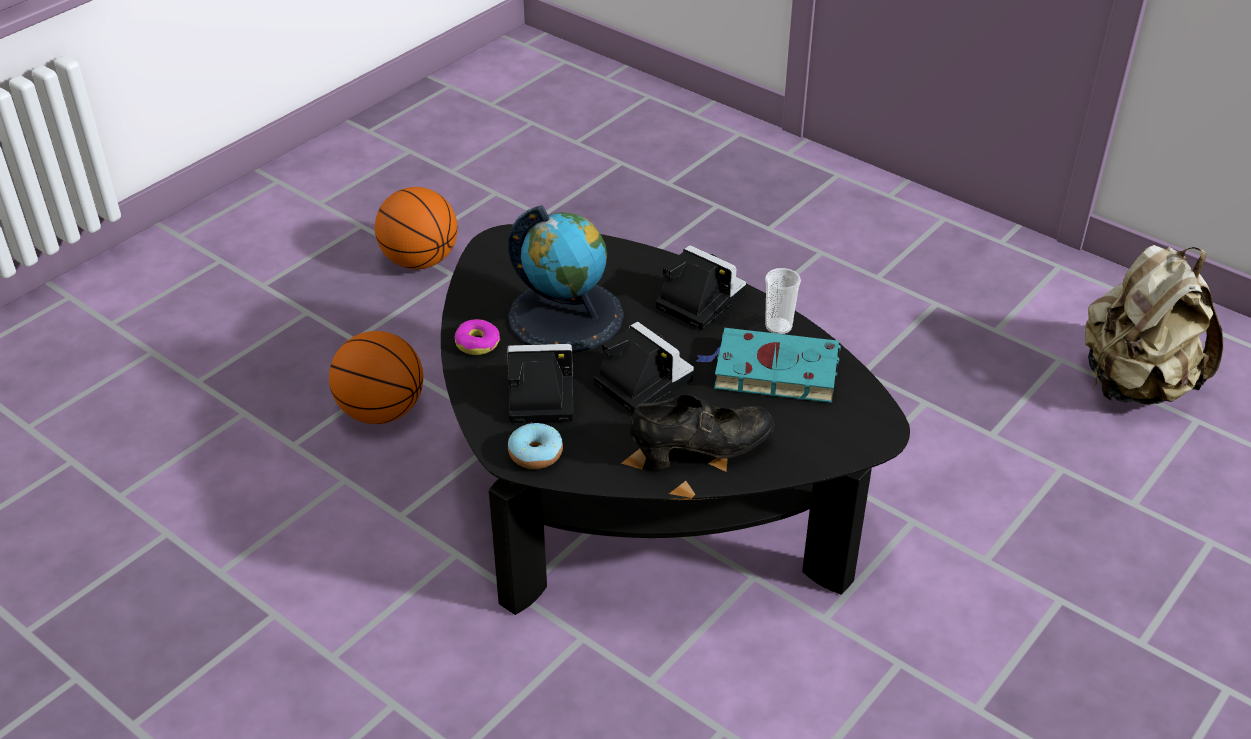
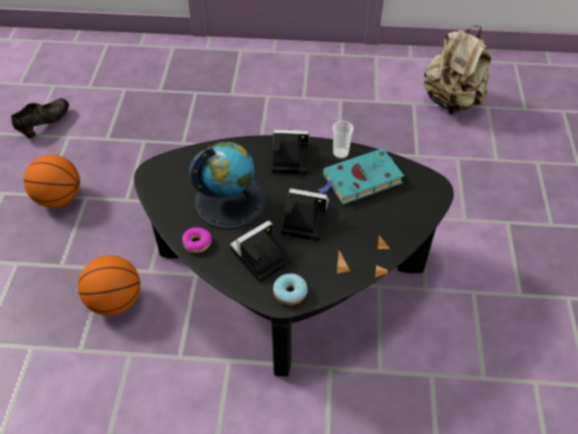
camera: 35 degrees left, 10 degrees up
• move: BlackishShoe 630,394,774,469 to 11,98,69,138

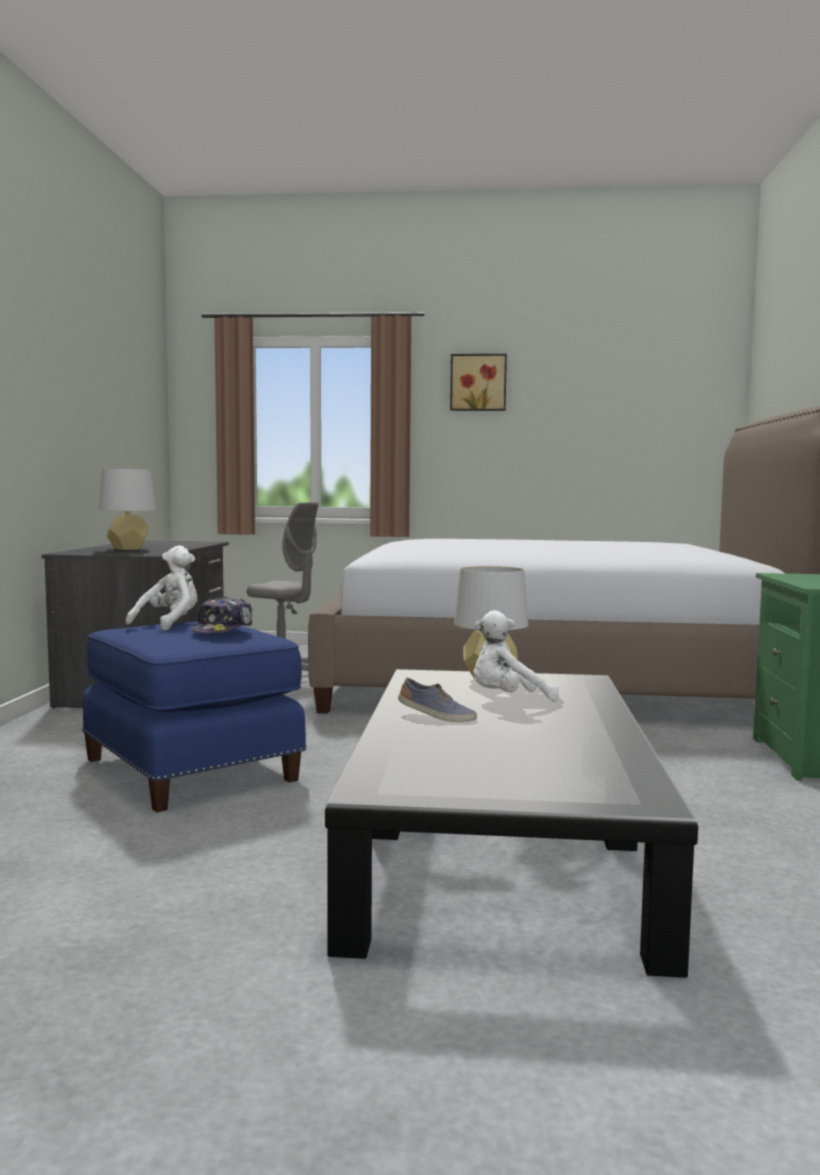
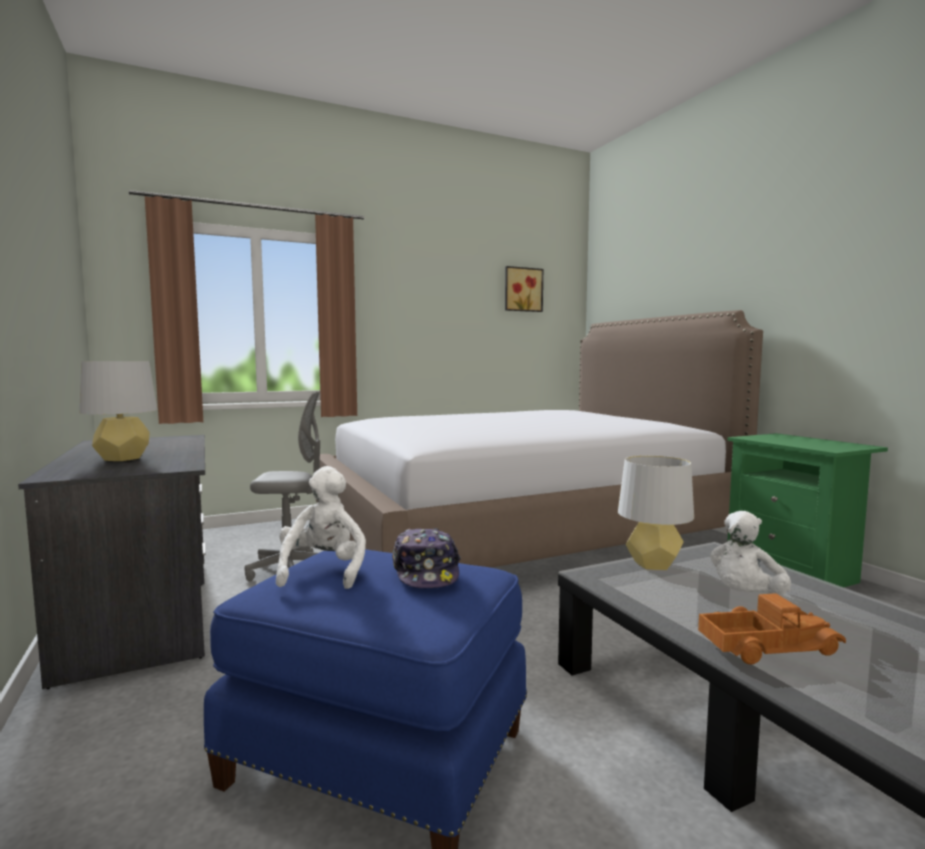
camera: 30 degrees left, 0 degrees up
• replace: Shoe 398,678,477,722 to ToyTruck 698,593,846,664
• move: Picture 450,354,507,411 to 505,266,543,312

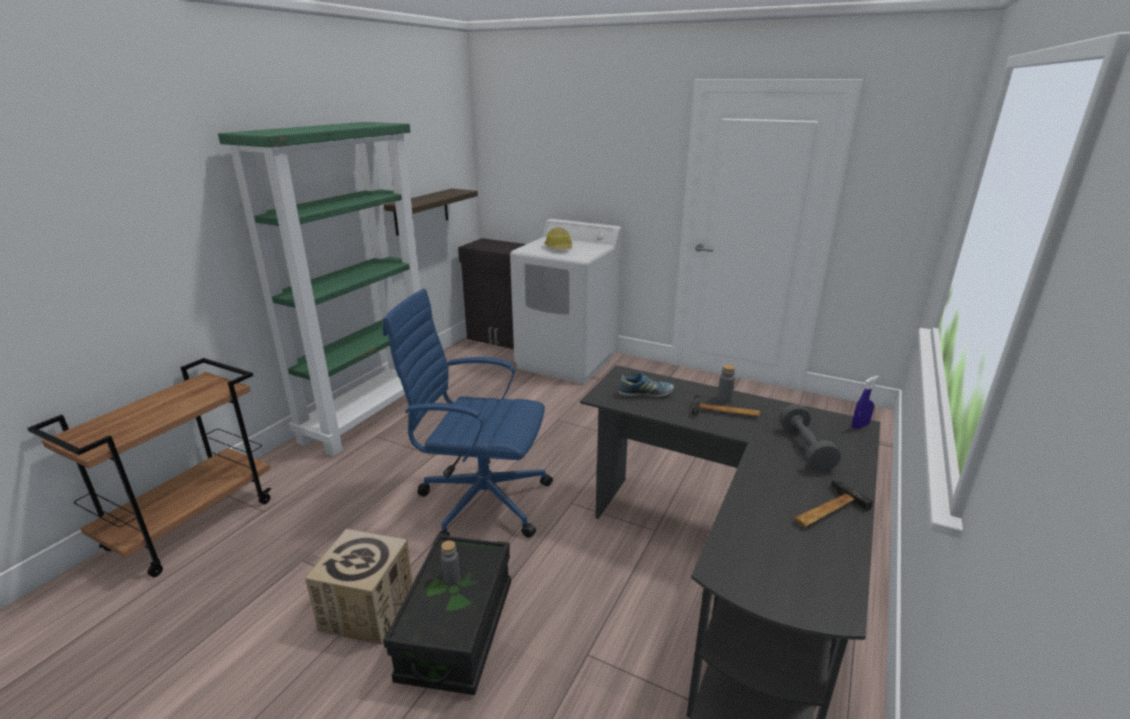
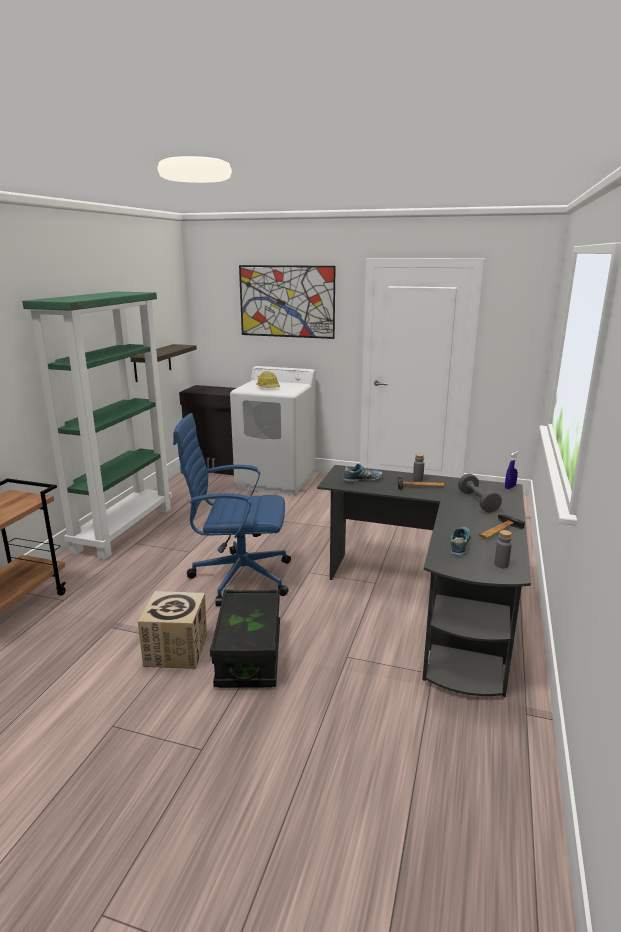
camera: 10 degrees left, 5 degrees down
• move: GreyishBeverageBottle 441,540,460,584 to 494,530,512,568
• insert: Picture 239,265,336,339
• insert: Shoe 450,527,471,556

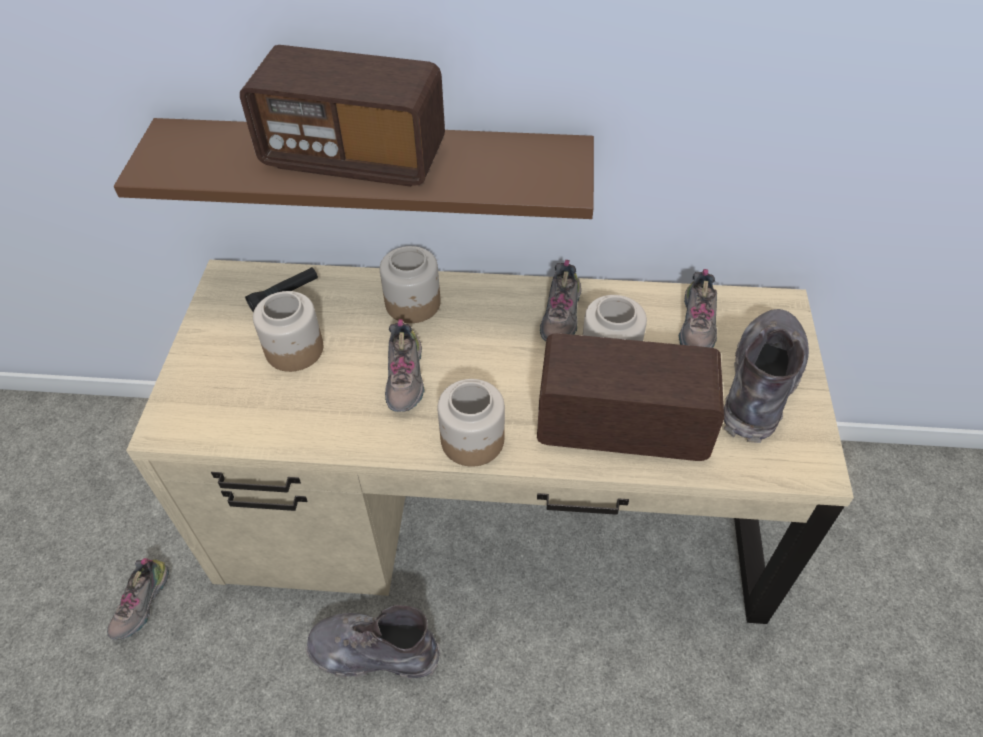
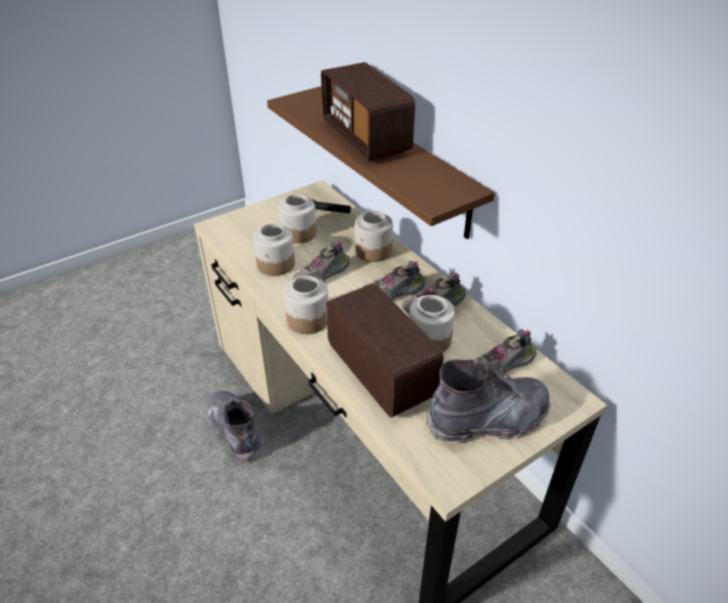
camera: 50 degrees right, 10 degrees down
• move: Shoe 107,558,169,640 to 362,261,426,300
• insert: Jar 253,223,295,276

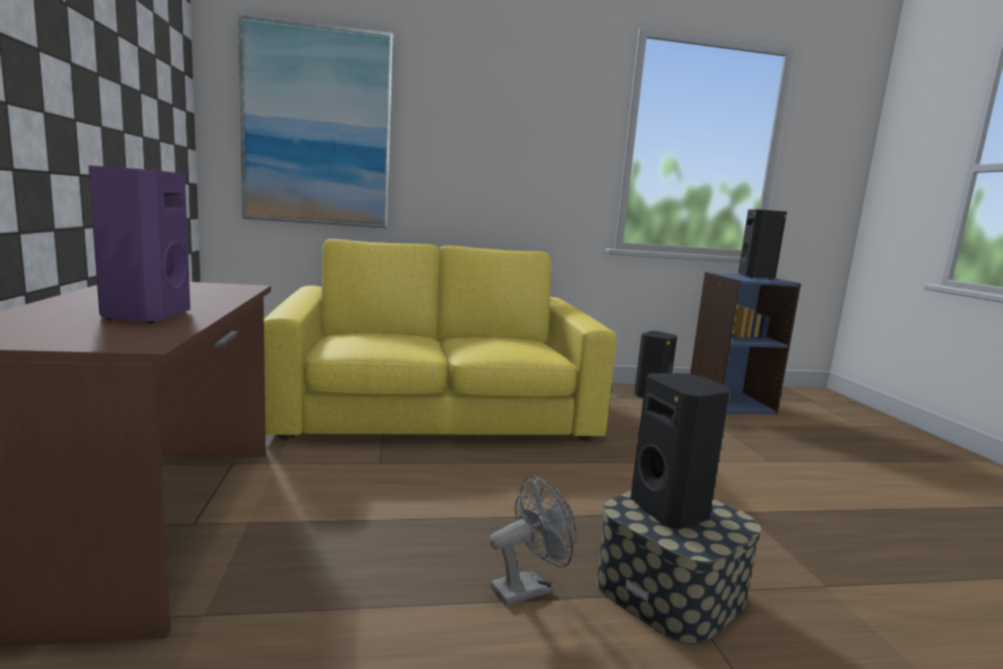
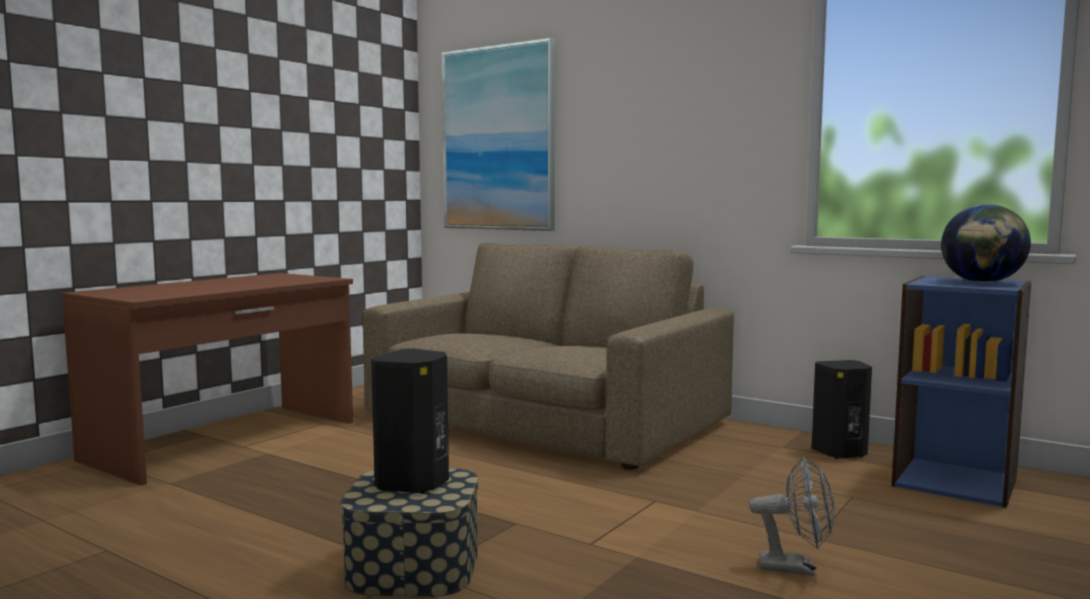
camera: 45 degrees right, 5 degrees down
• delete: PurplishAudioSpeaker 88,165,190,323
• recolor: YellowCouch 264,239,617,440 to BrownishCouch 363,243,734,470
• move: GreyishCoolingFan 489,475,576,606 to 749,456,835,576
• replace: BlackishAudioSpeaker 738,209,787,280 to WorldGlobe 941,204,1031,283

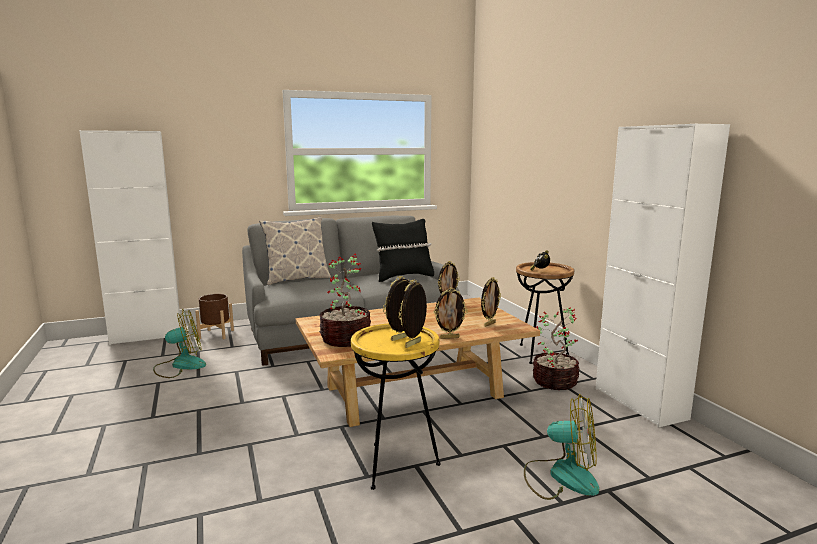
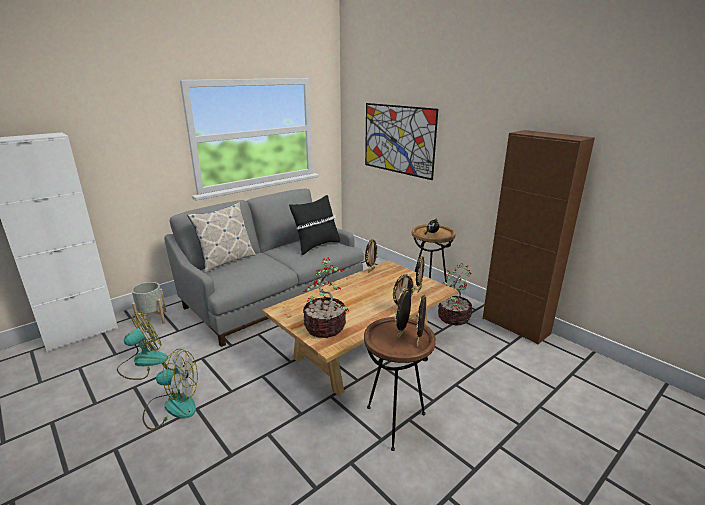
camera: 20 degrees left, 10 degrees up
• recolor: BrownishPlanter 195,294,234,339 to GreyishPlanter 132,282,167,328
• recolor: YellowSideTable 351,324,441,490 to BrownishSideTable 364,317,436,451
• move: CoolingFan 524,394,599,500 to 142,349,198,430
• recolor: WhitishStorageCabinet 596,124,730,427 to BrownishStorageCabinet 483,130,595,345
• insert: Picture 365,103,438,180

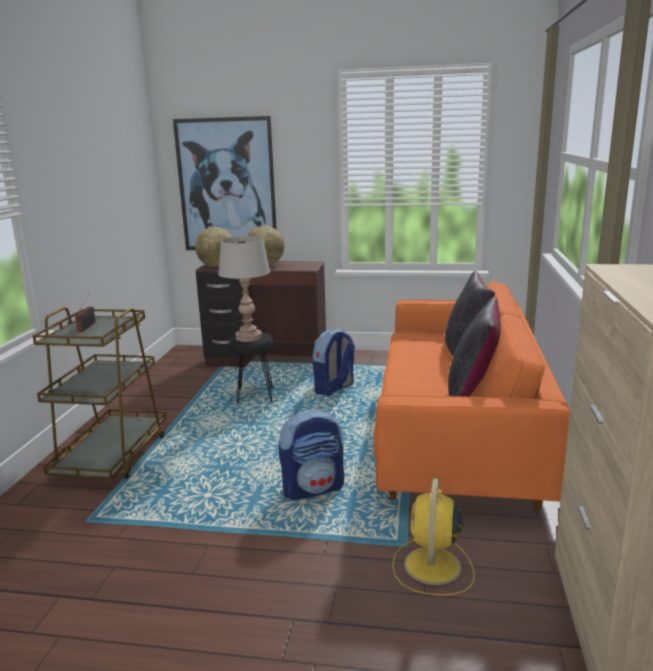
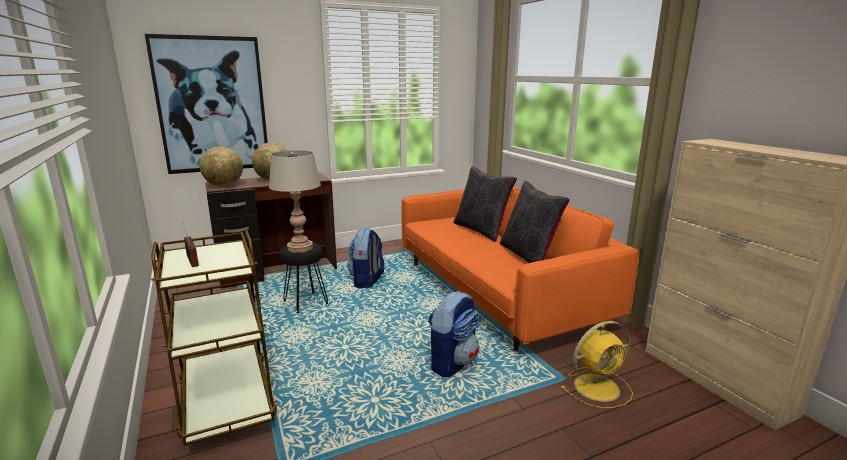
camera: 35 degrees left, 0 degrees up
• rotate: YellowCoolingFan 392,477,475,596 = 561,321,633,408 90 degrees counterclockwise

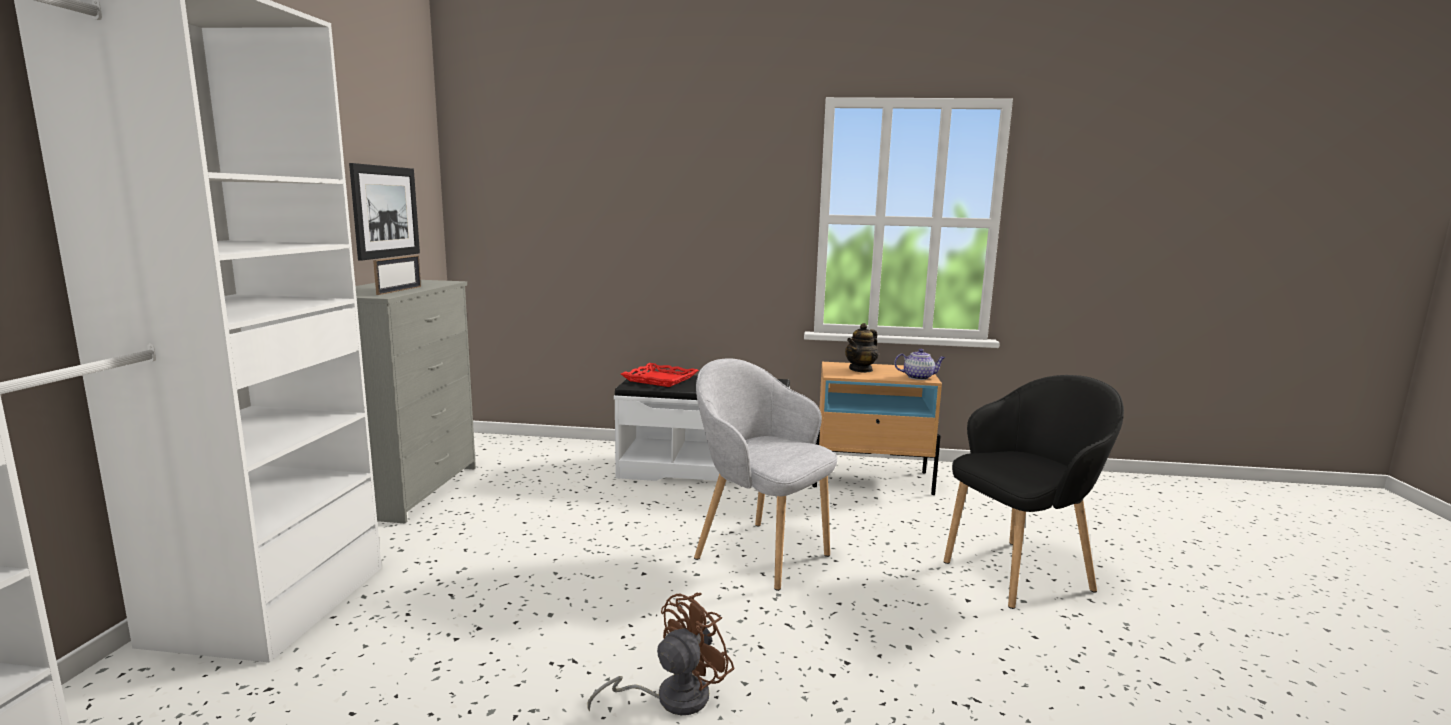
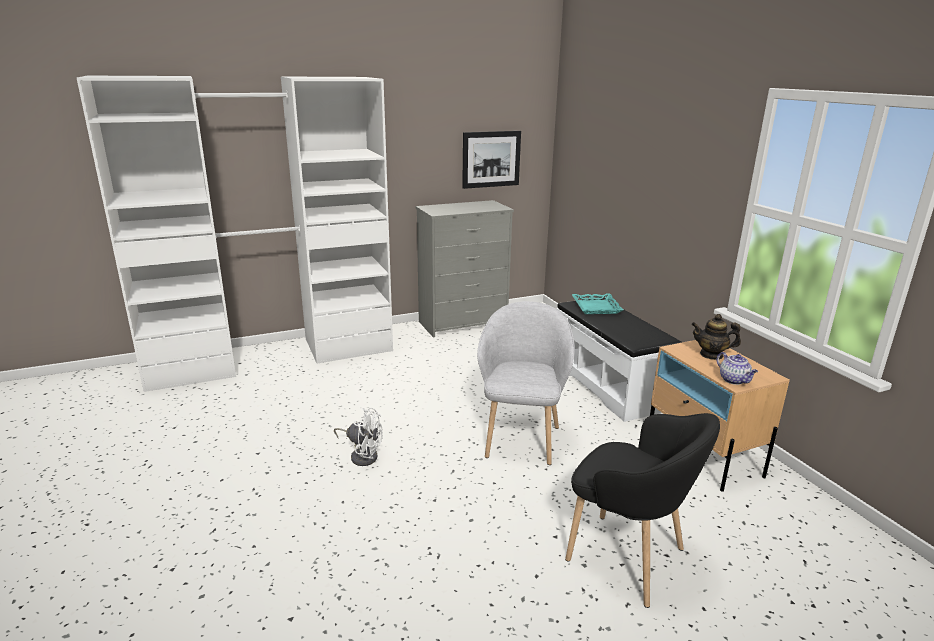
camera: 60 degrees right, 10 degrees up
• delete: StandingFrame 373,255,421,295
• recolor: BrownishCoolingFan 587,593,735,715 to WhitishCoolingFan 334,408,383,466
• recolor: RedCarryingTray 621,363,699,387 to TurquoiseCarryingTray 572,294,623,314

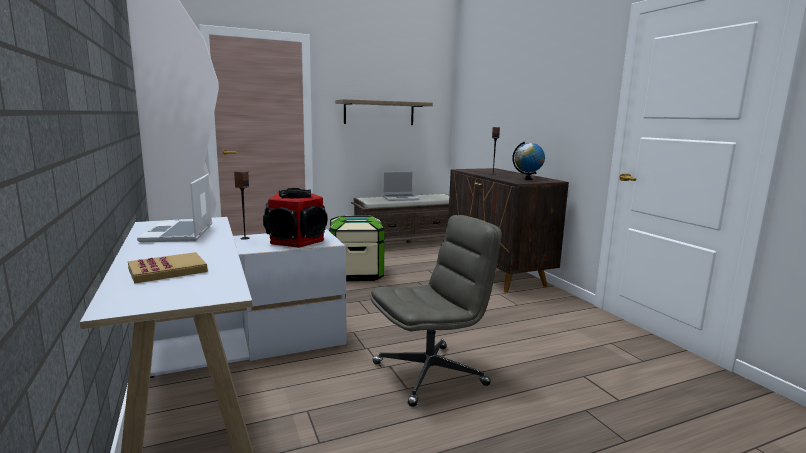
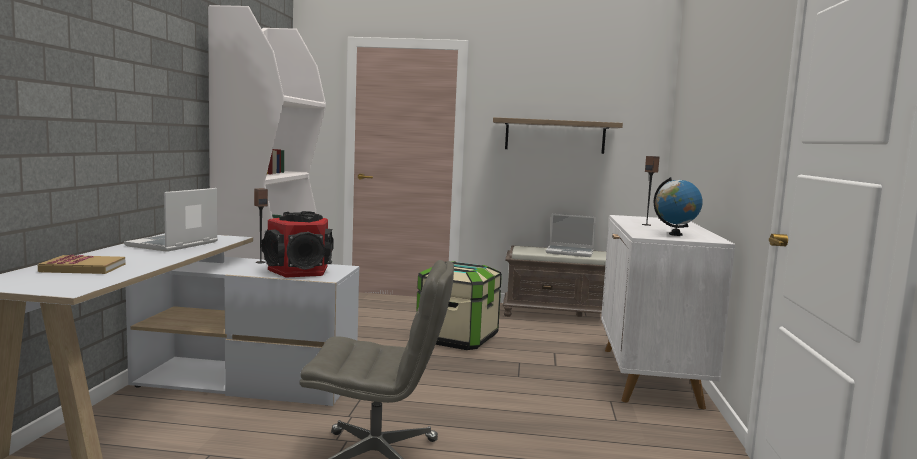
camera: 30 degrees right, 5 degrees down
• recolor: BrownishStorageCabinet 448,168,569,293 to WhitishStorageCabinet 601,215,735,409

